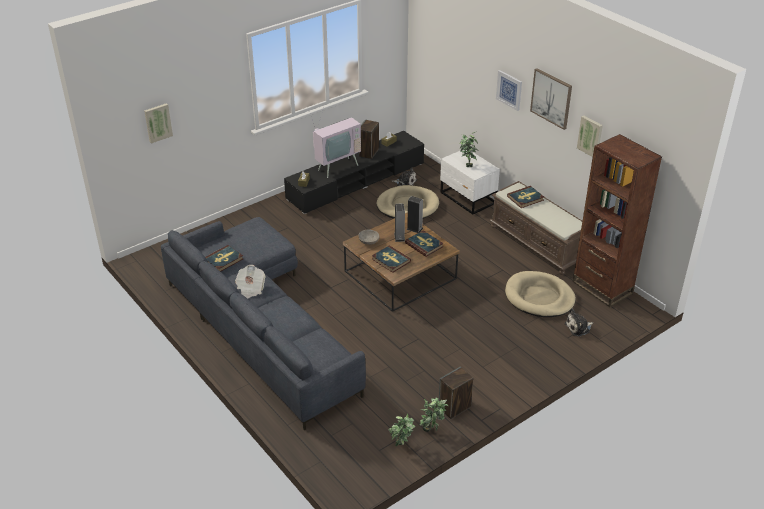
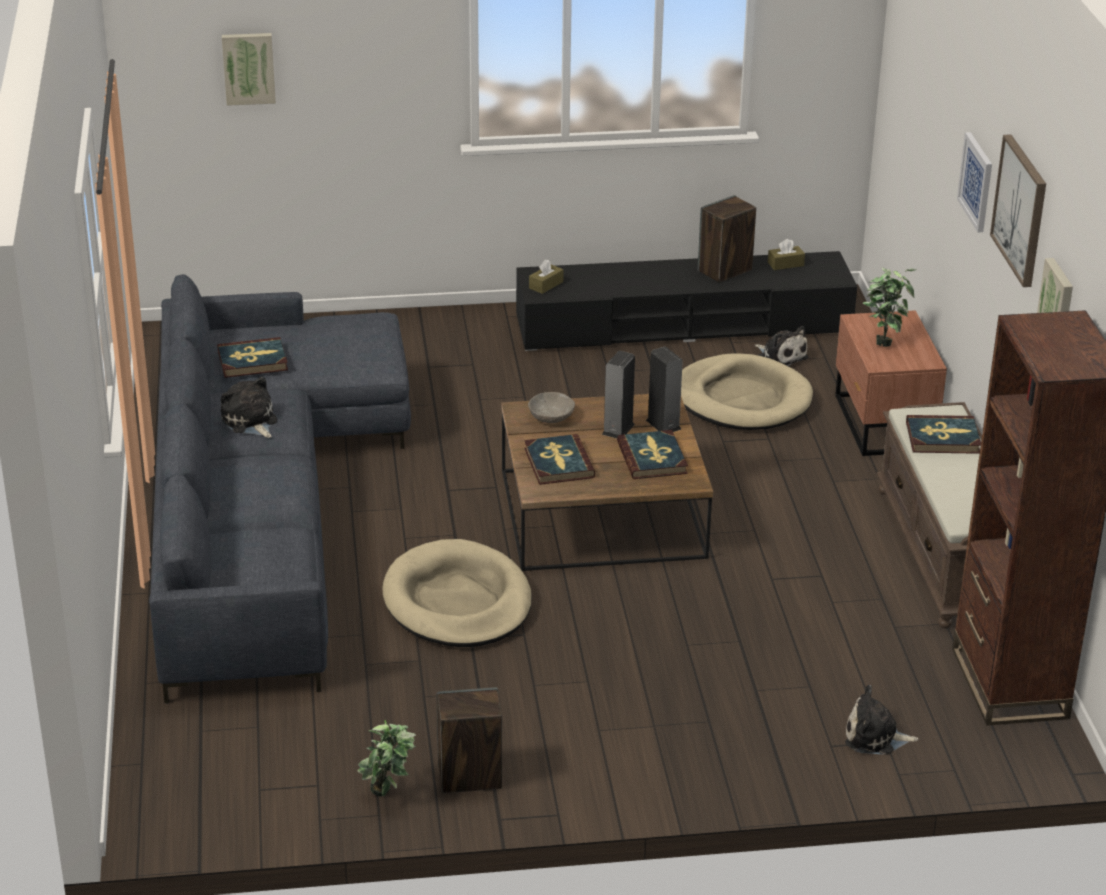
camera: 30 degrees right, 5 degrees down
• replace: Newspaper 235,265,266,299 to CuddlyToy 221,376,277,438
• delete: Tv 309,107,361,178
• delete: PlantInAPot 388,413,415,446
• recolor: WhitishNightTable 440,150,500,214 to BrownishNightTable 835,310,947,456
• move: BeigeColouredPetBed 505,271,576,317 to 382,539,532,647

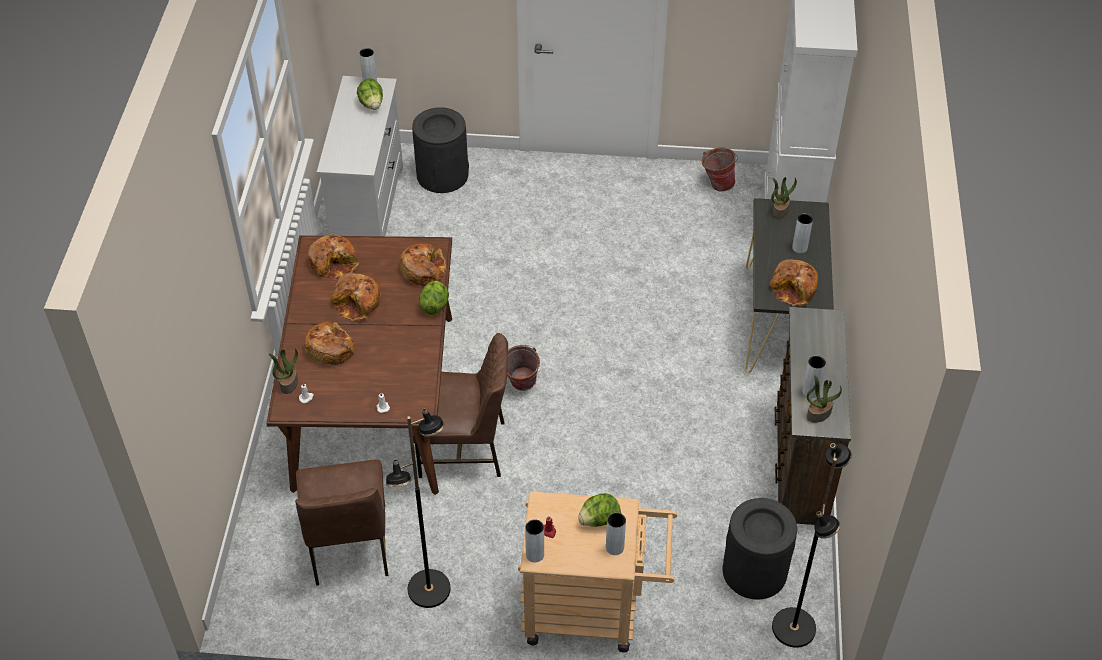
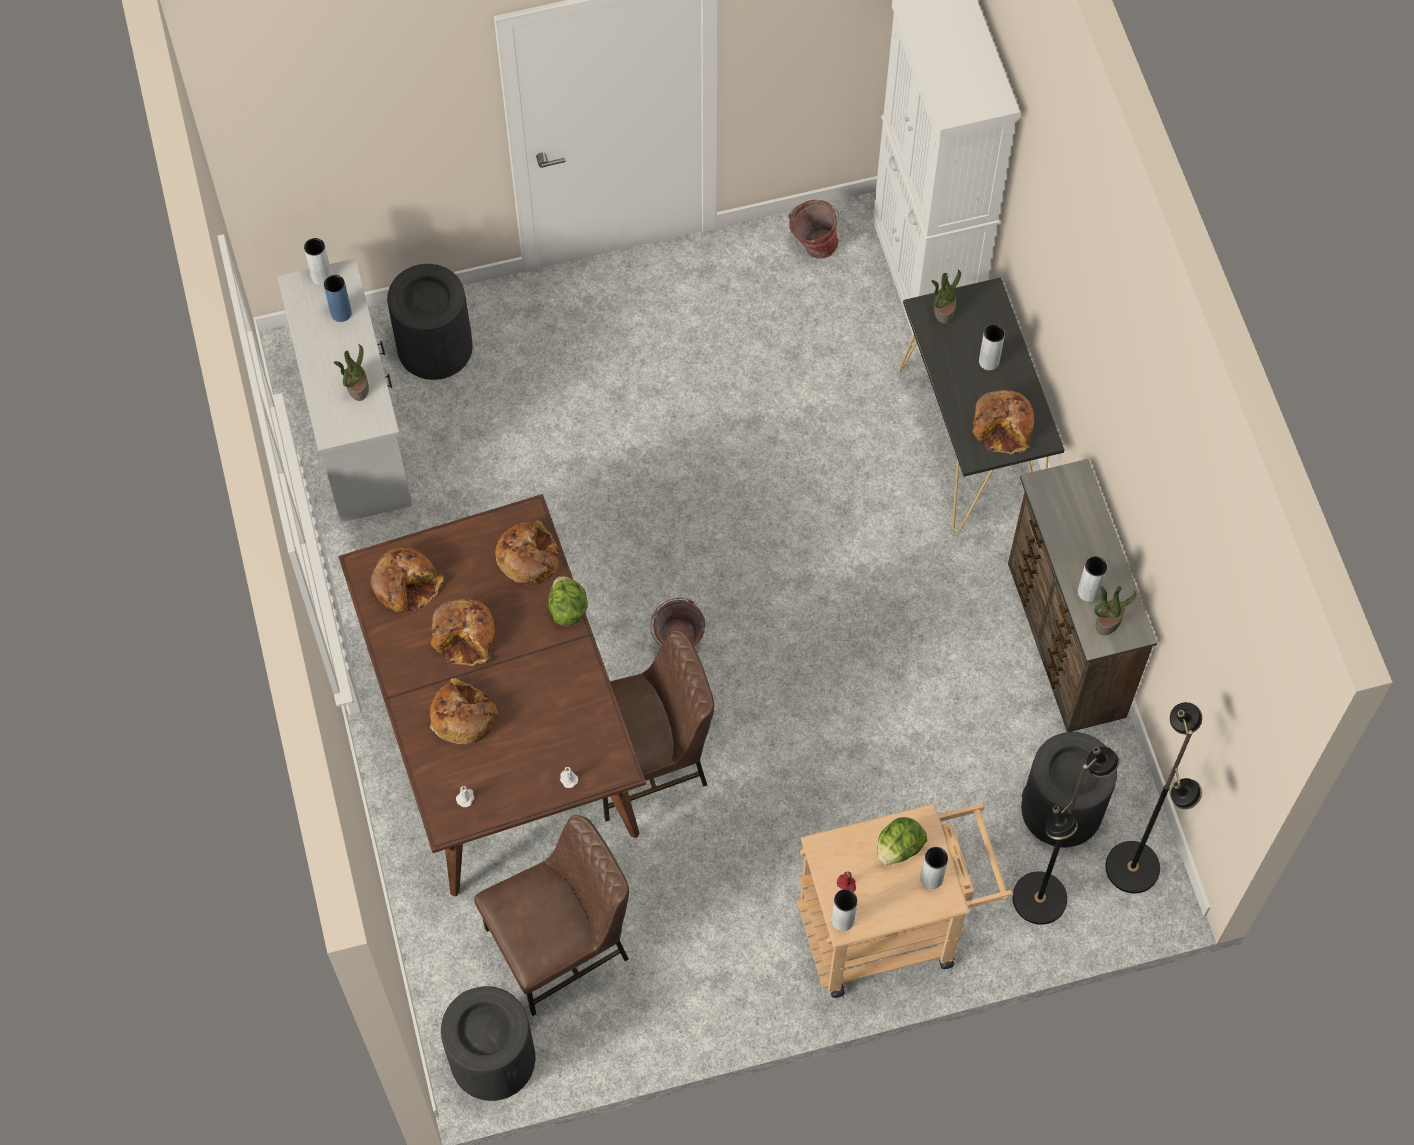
camera: 20 degrees left, 15 degrees up
• move: PlantInAPot 269,347,298,394 to 334,344,369,401
• rotate: BrownishUprightChair 295,459,388,586 = 474,815,629,1016 90 degrees counterclockwise
• replace: LettuceHead 357,78,383,110 to BlueColouredDecorativeVase 324,275,352,322
• move: BlackishStandardLamp 386,408,451,608 to 1012,747,1119,925
• insert: BlackishWasteBin 441,986,535,1101

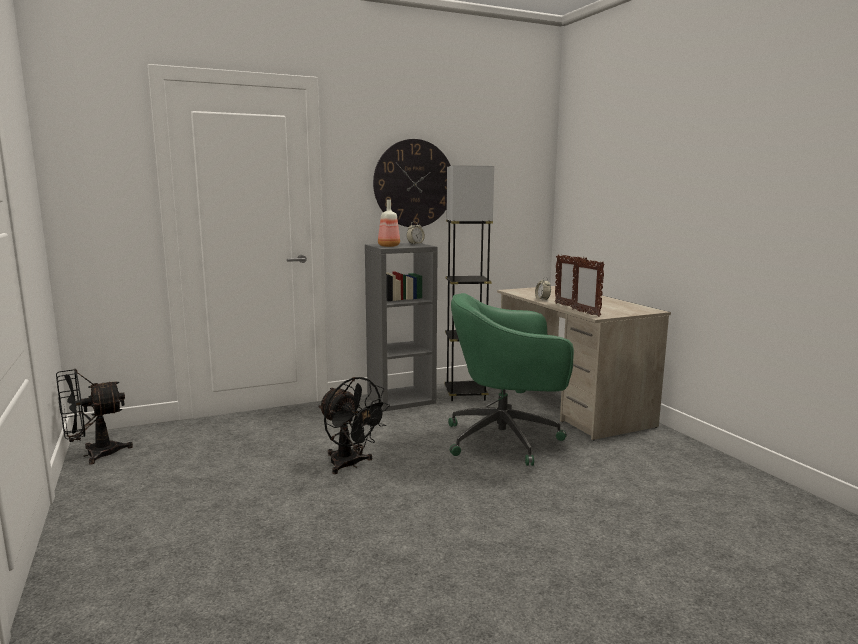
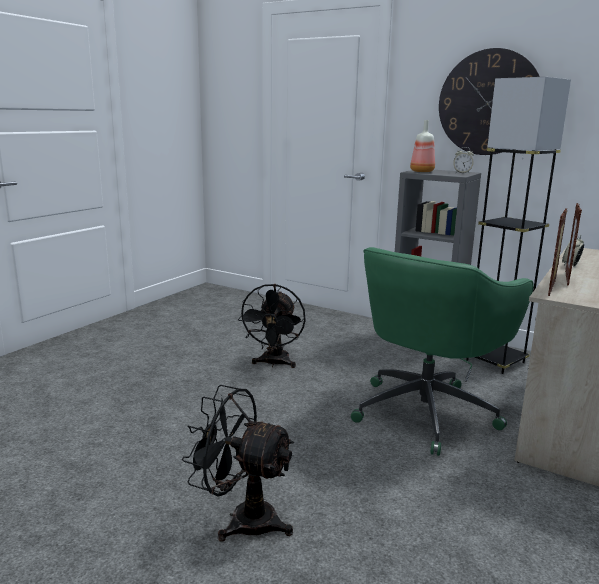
camera: 55 degrees right, 5 degrees up
• move: BlackishCoolingFan 56,369,133,465 to 182,385,294,542
• rotate: GreenishDeskChair 448,293,574,466 = 351,247,534,456 105 degrees counterclockwise

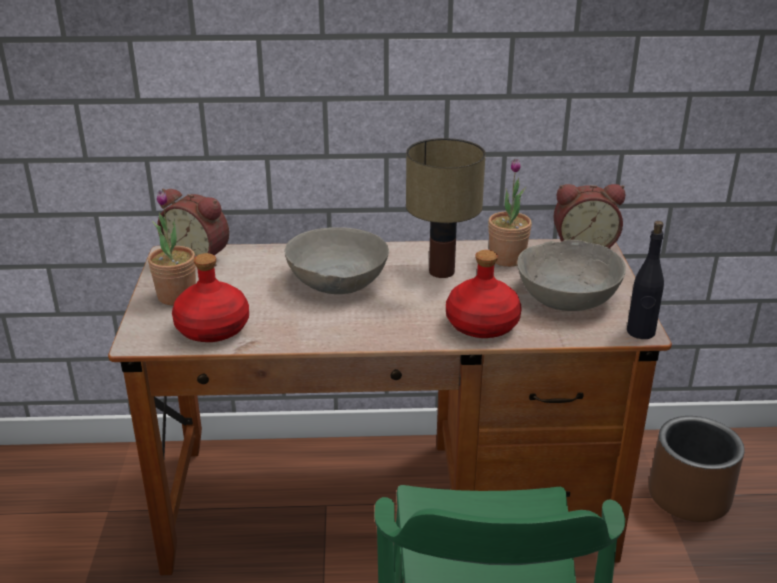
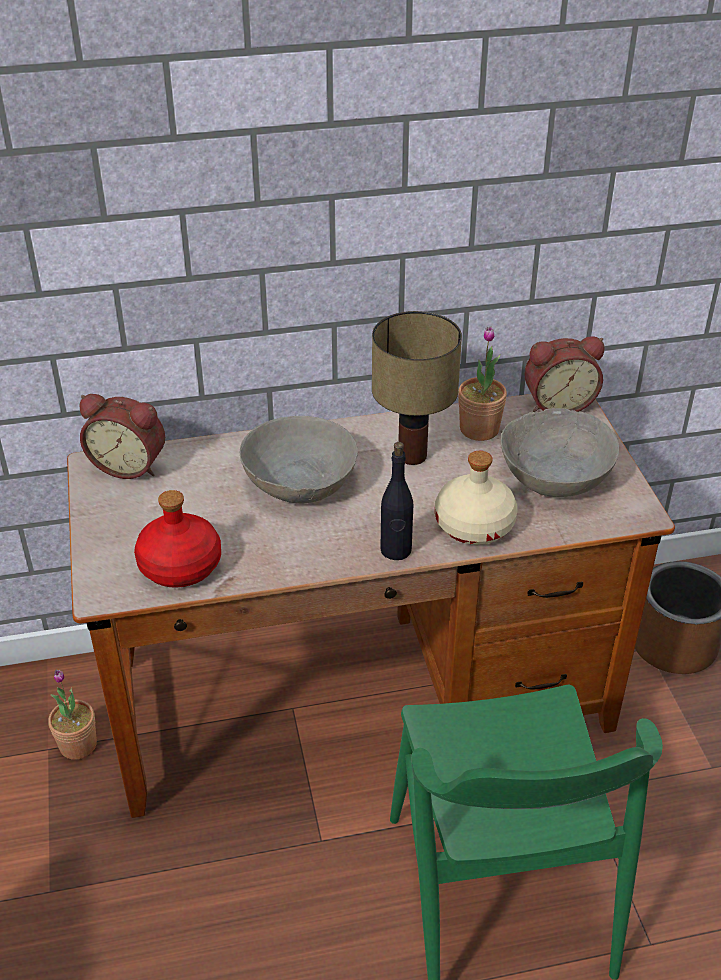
camera: 10 degrees left, 10 degrees up
• move: PlantInAPot 148,190,196,306 to 48,669,97,760
• recolor: RedBeverageBottle 446,250,522,338 to BeigeColouredBeverageBottle 435,451,518,545
• move: BlackishBeverageBottle 627,221,664,339 to 380,442,413,560

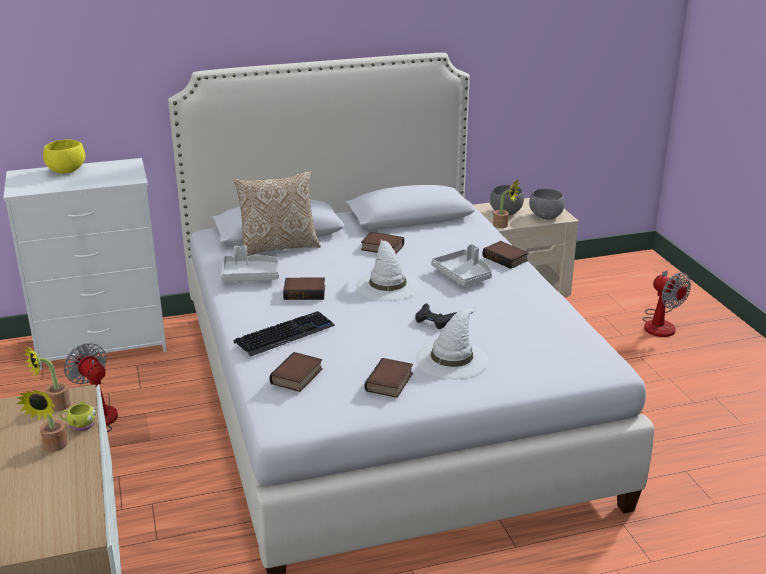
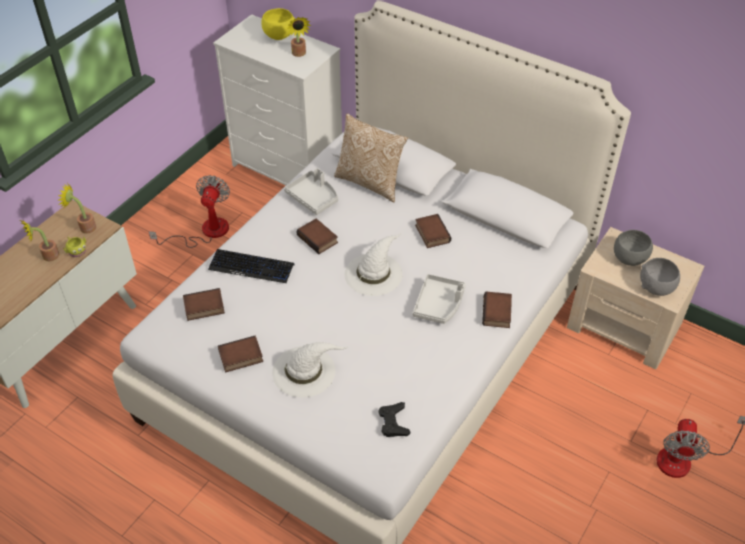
camera: 50 degrees right, 20 degrees up
• move: BlackishGameController 415,303,457,329 to 378,402,410,437
• move: PlantInAPot 493,181,520,228 to 287,17,311,57

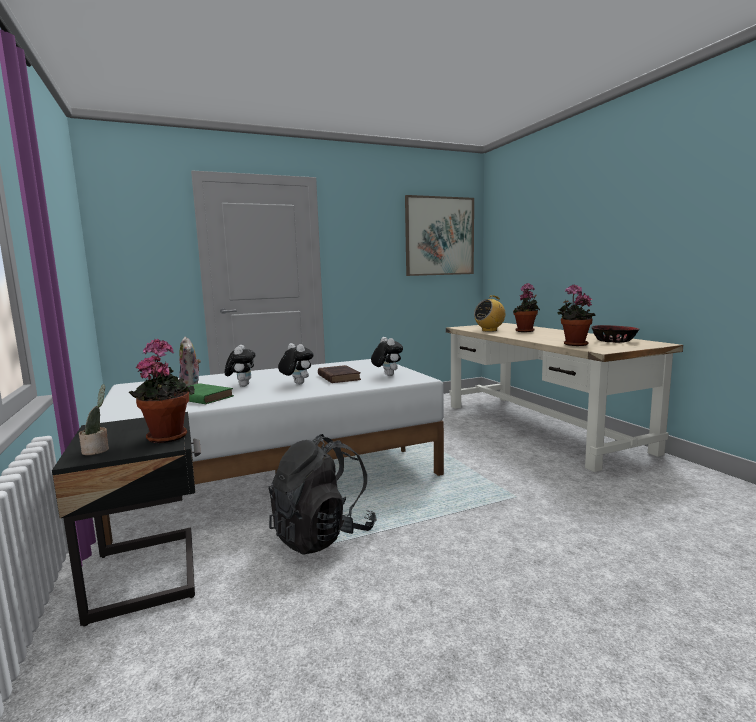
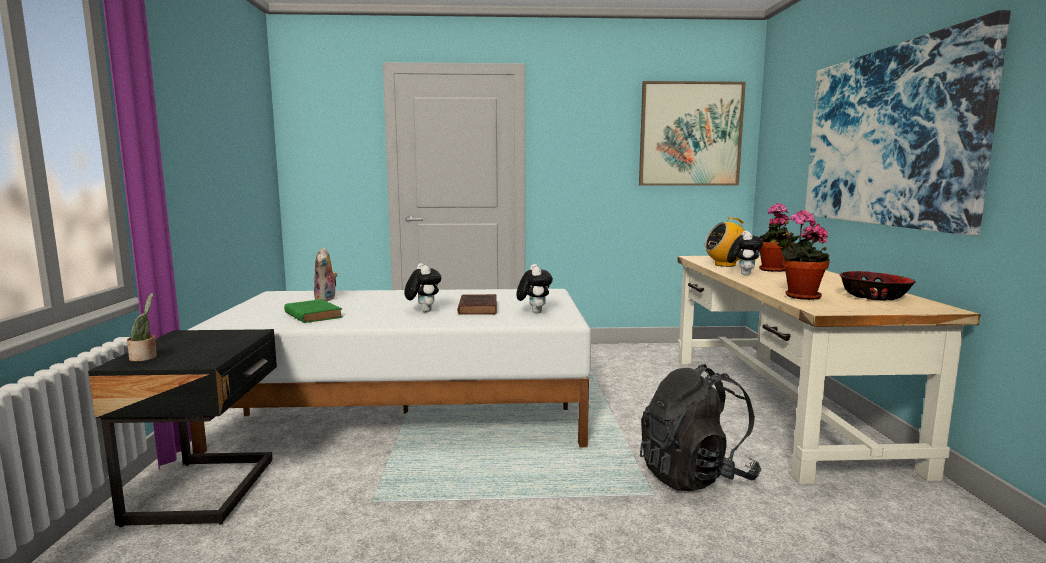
camera: 20 degrees right, 0 degrees up
• delete: PlantInAPot 129,339,195,443
• move: CuddlyToy 225,345,255,387 to 727,231,763,276
• move: BlackishKnapsack 268,434,376,555 to 640,364,761,491
• insert: Picture 805,10,1011,235

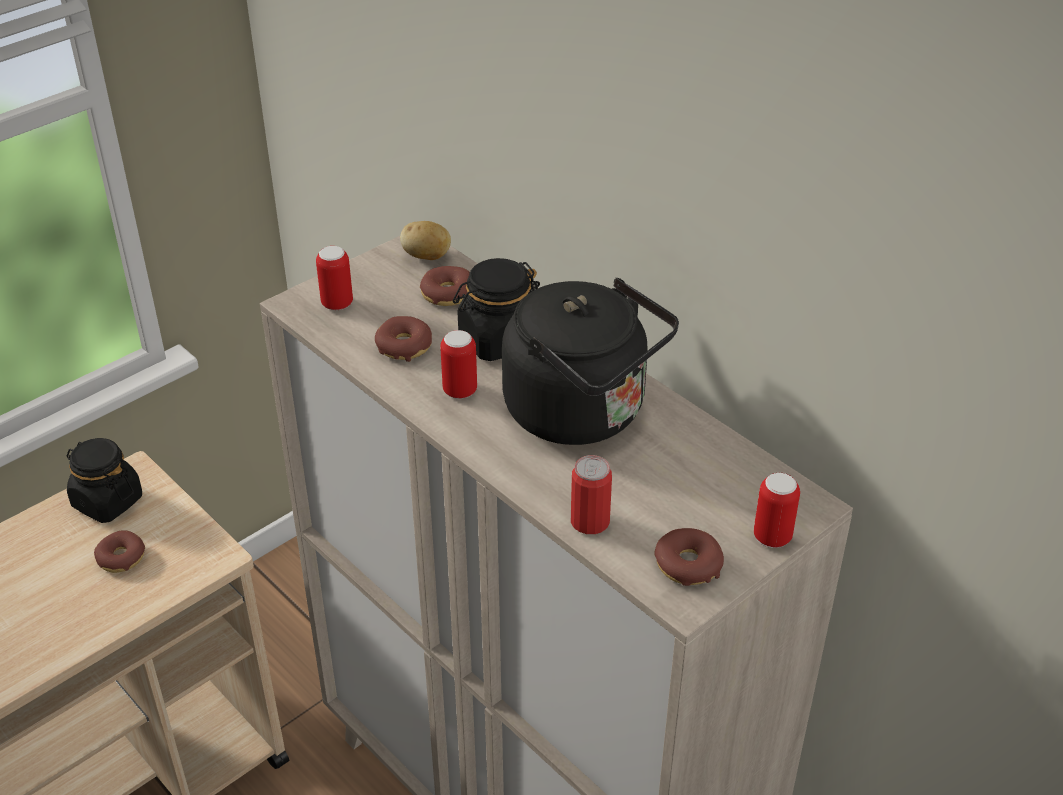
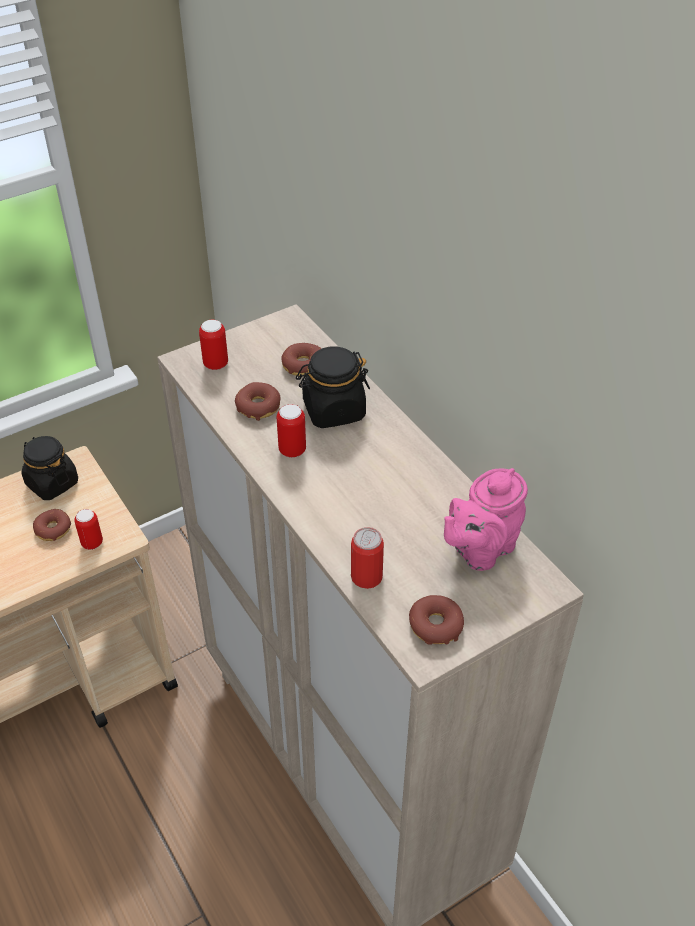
camera: 10 degrees right, 5 degrees up
• delete: Potato 400,221,451,260
• delete: BlackishKettle 502,278,679,445
• move: MetalCan 754,473,800,548 to 74,509,103,550
• insert: PinkColouredPotForTea 444,468,528,571

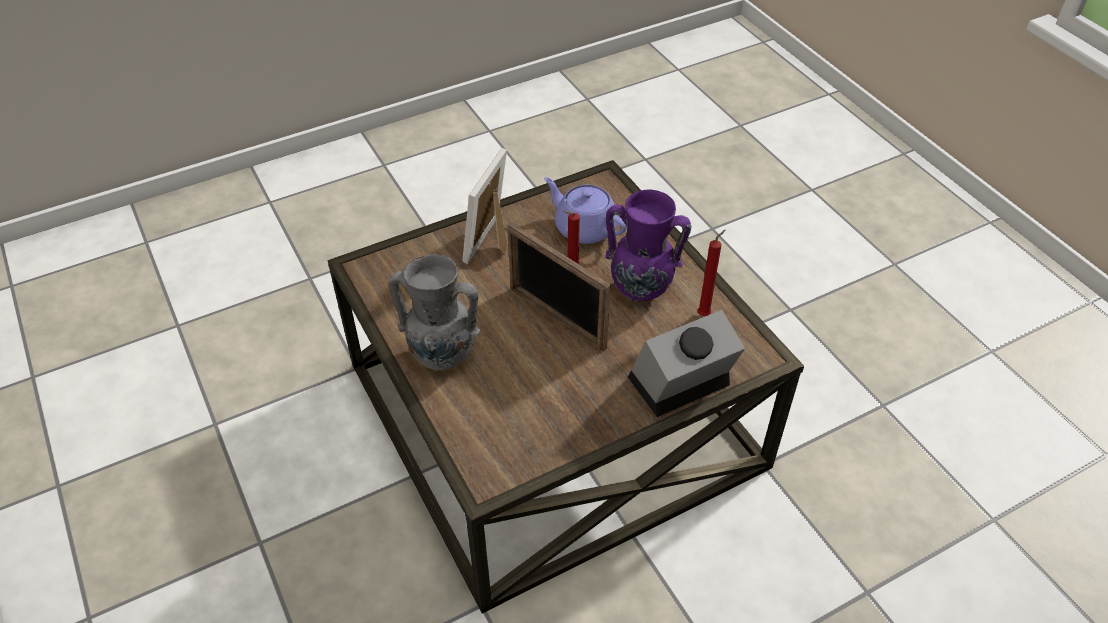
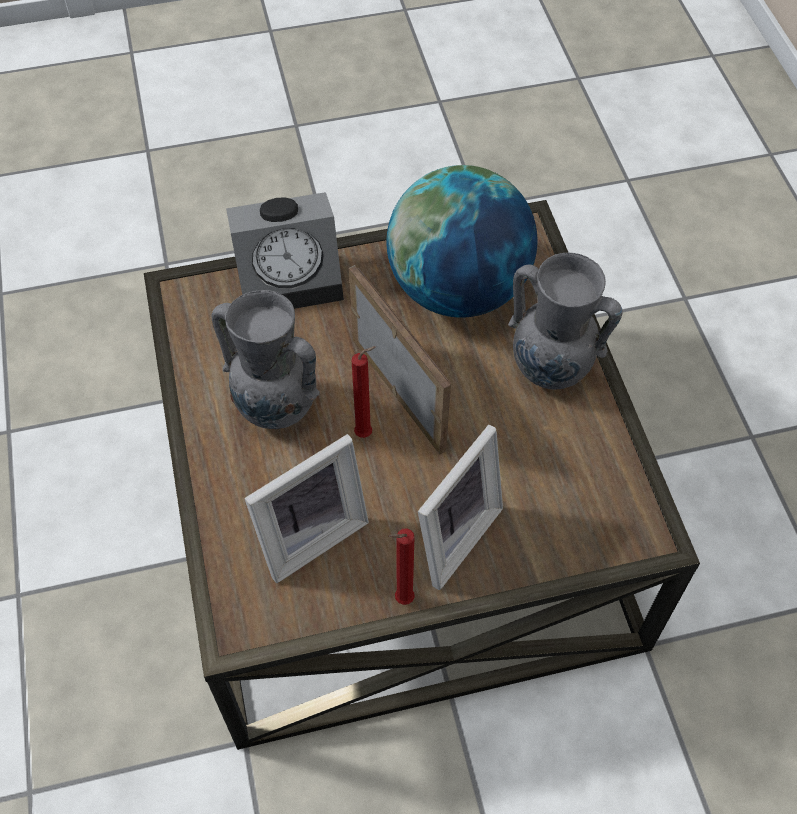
camera: 165 degrees left, 10 degrees up
• replace: PurplishPotForTea 544,177,627,244 to StandingFrame 244,434,369,583
• recolor: PurplishDecorativeVase 605,190,691,303 to GreyishDecorativeVase 212,290,320,429
• move: RedWaxLight 698,230,725,316 to 389,528,415,605
• insert: WorldGlobe 386,165,537,318

